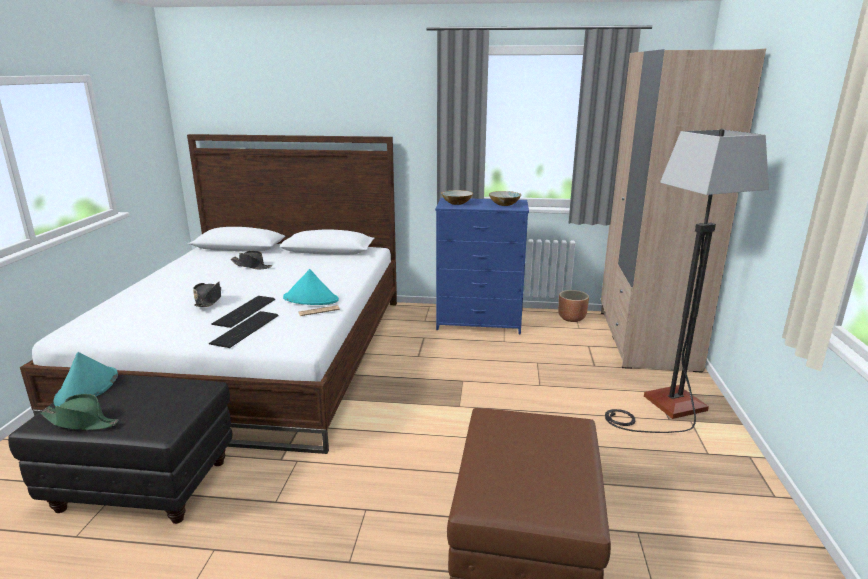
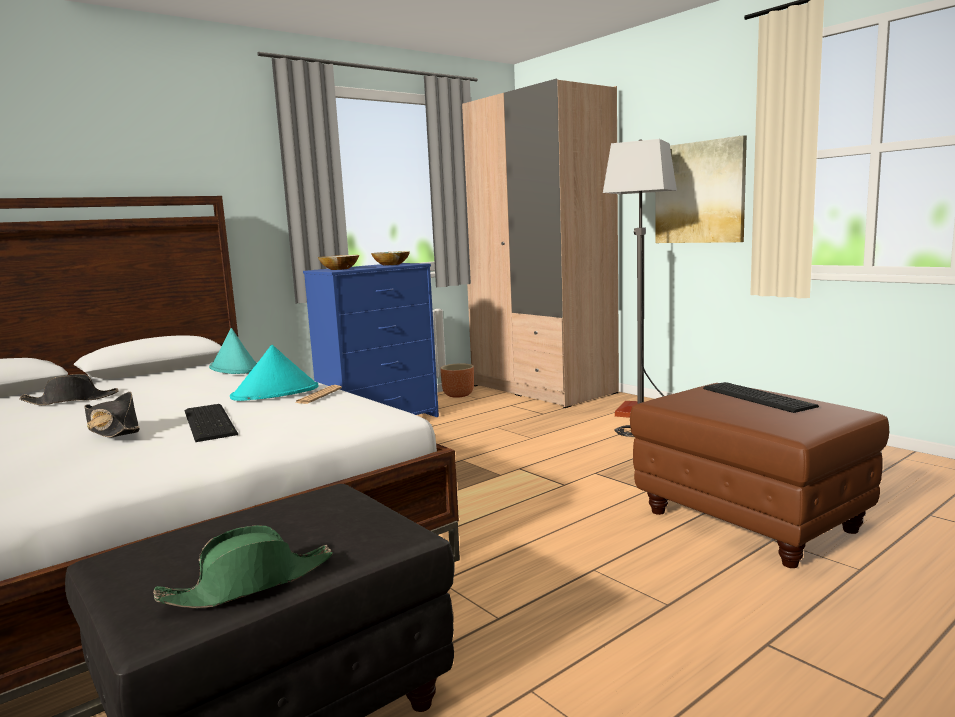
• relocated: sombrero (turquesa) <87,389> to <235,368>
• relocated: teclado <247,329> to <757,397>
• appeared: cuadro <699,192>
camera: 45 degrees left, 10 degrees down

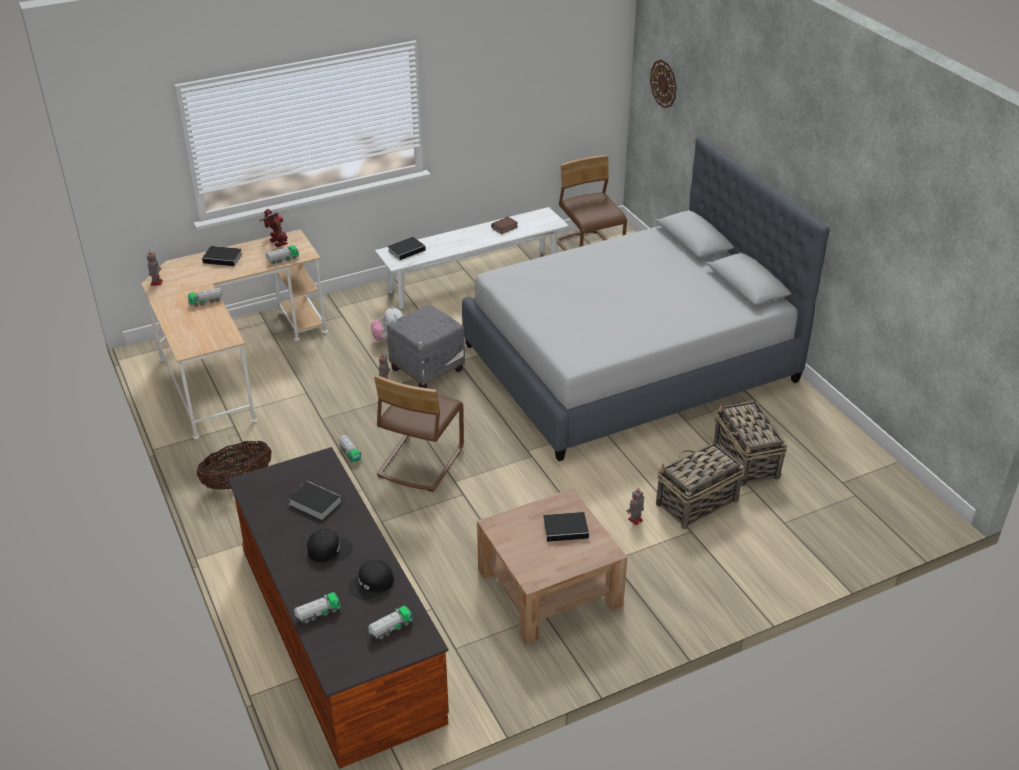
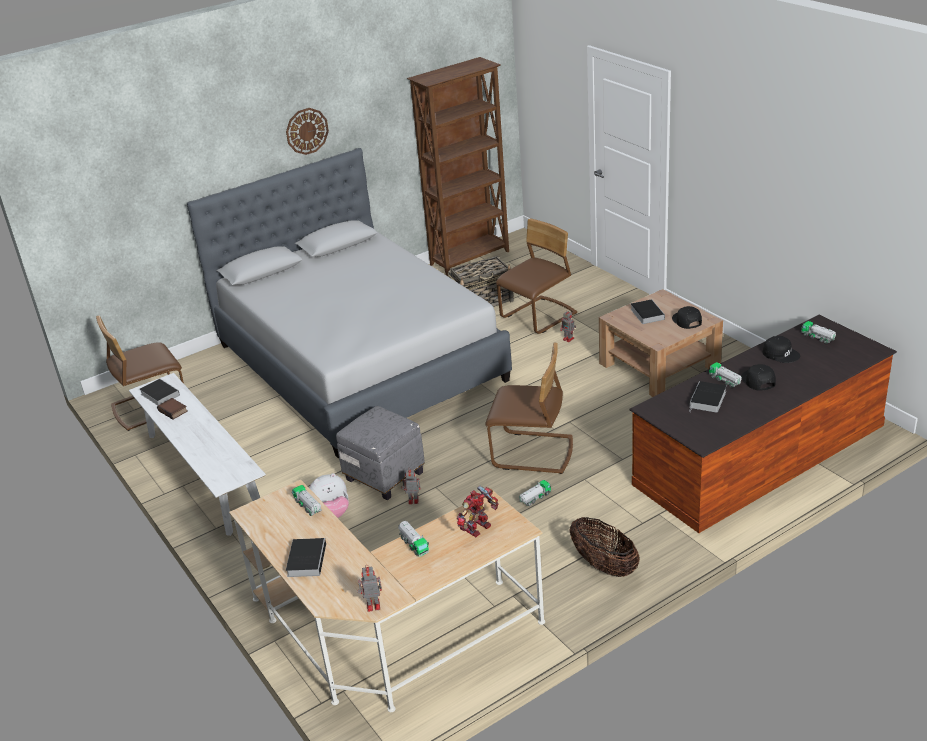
• relocated: robot de juguete <277,242> to <479,529>
• relocated: camión de juguete <318,613> to <725,381>
• relocated: libro <407,250> to <159,394>
• relocated: reloj de pared <664,83> to <307,131>
• exchanged: cesta <696,503> to silla (marrón) <539,317>
• appeared: estantería (marrón) <470,258>
• appeared: gorra (negro) <686,320>
camera: 95 degrees left, 5 degrees down

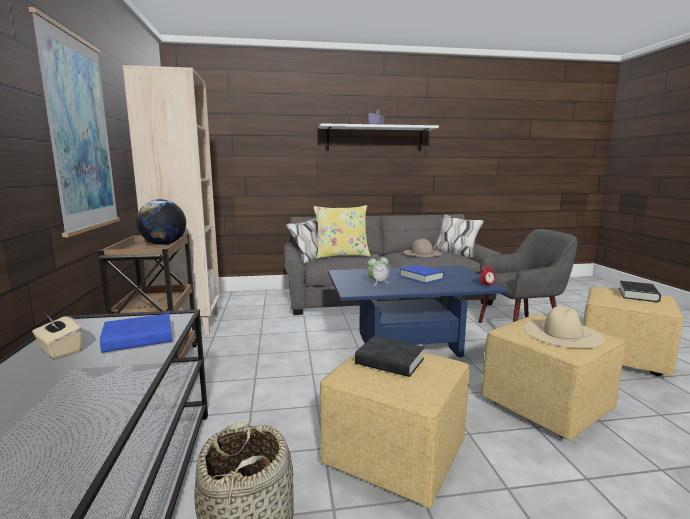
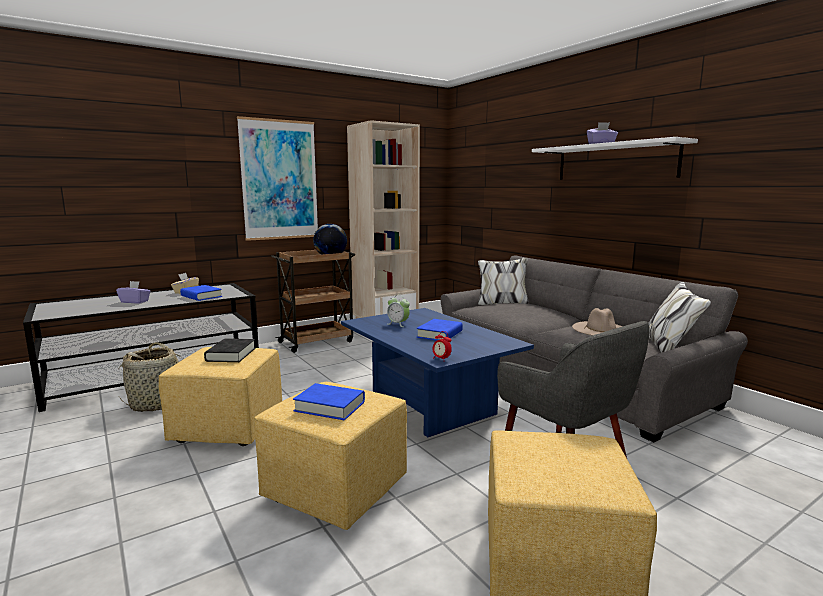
• missing: cojín (amarillo) <342,255>
• exchanged: sombrero (beis) <562,333> to libro (azul) <330,406>
• missing: libro (negro) <638,295>
• appeared: caja de pañuelos (morado) <135,301>
camera: 65 degrees right, 0 degrees up

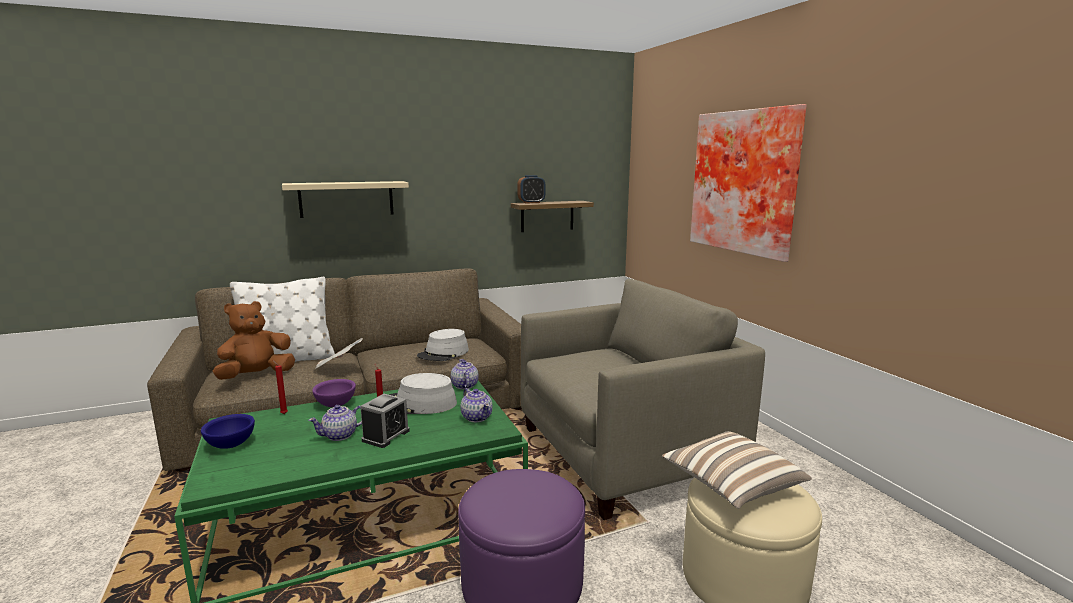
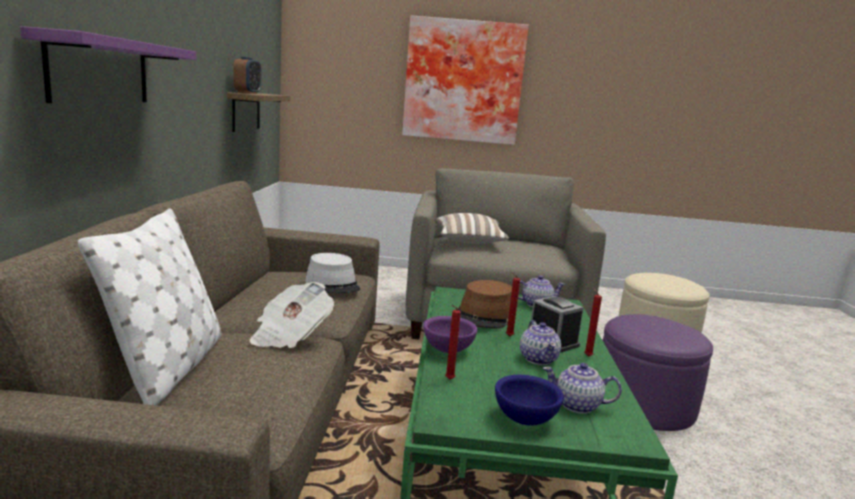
• missing: peluche (marrón) <256,376>
• colour: estante (beis) <346,199> to estante (morado) <100,71>
• colour: sombrero (gris) <419,404> to sombrero (marrón) <484,316>
• relocated: tetera <464,386> to <578,405>
• relocated: cojín <731,485> to <469,242>
• appeared: vela (rojo) <586,356>
camera: 65 degrees left, 0 degrees up

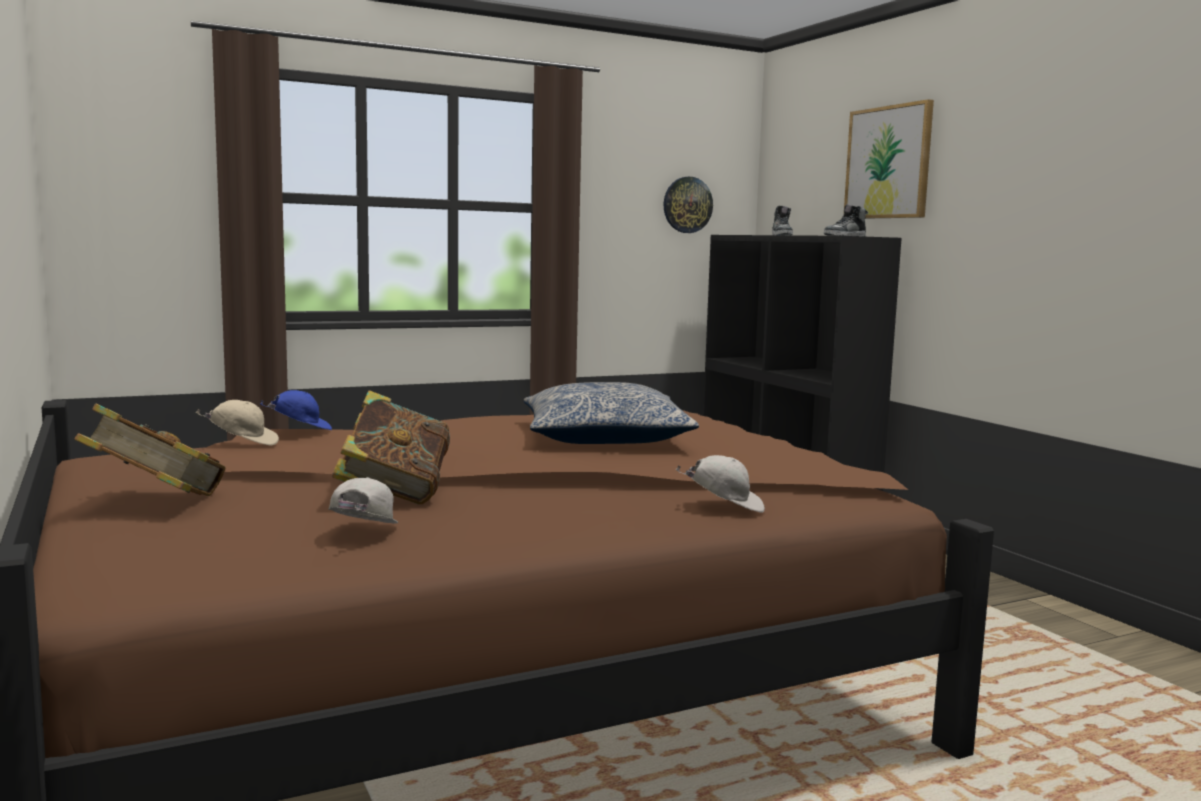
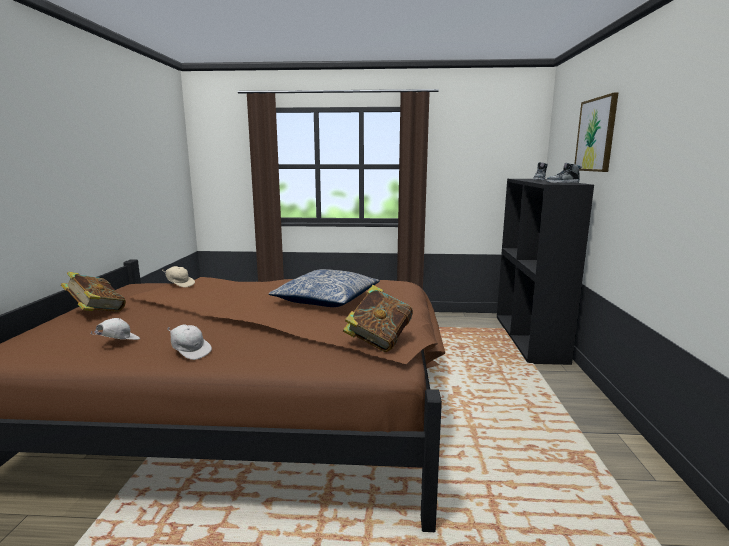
• missing: gorra (azul) <300,429>
• relocated: libro <394,494> to <378,341>
• missing: reloj de pared <687,205>
• relocated: gorra (blanco) <725,506> to <190,352>
camera: 30 degrees right, 5 degrees up

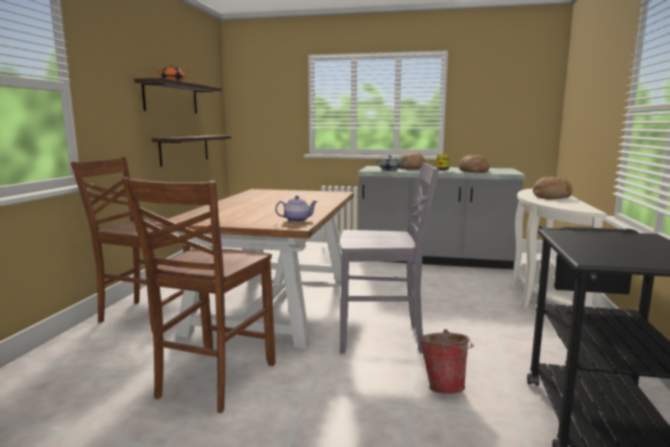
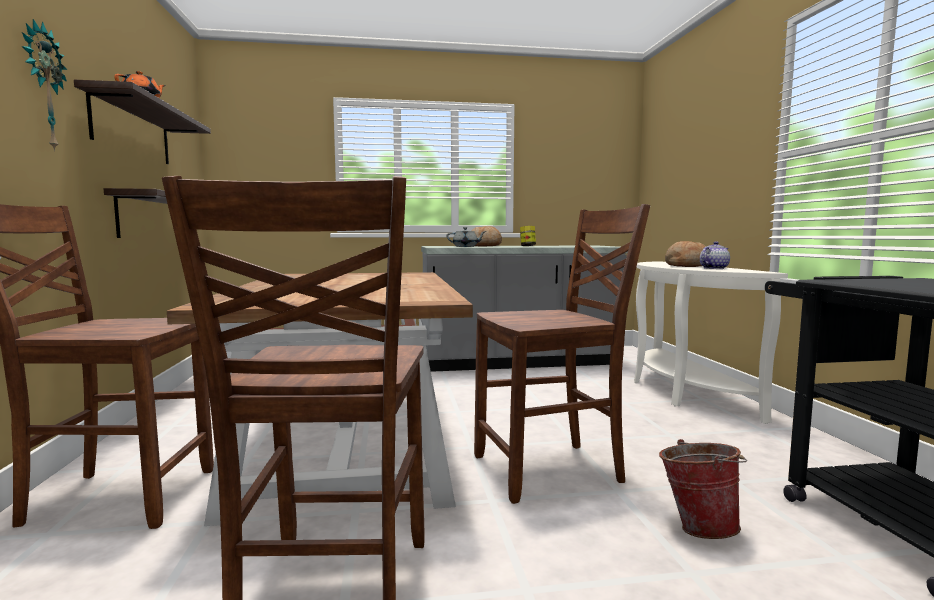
• relocated: tetera <297,220> to <713,268>
• colour: silla (gris) <382,338> to silla (marrón) <550,470>
• missing: pan <473,171>
• appeared: reloj de pared <42,87>
camera: 20 degrees left, 5 degrees down

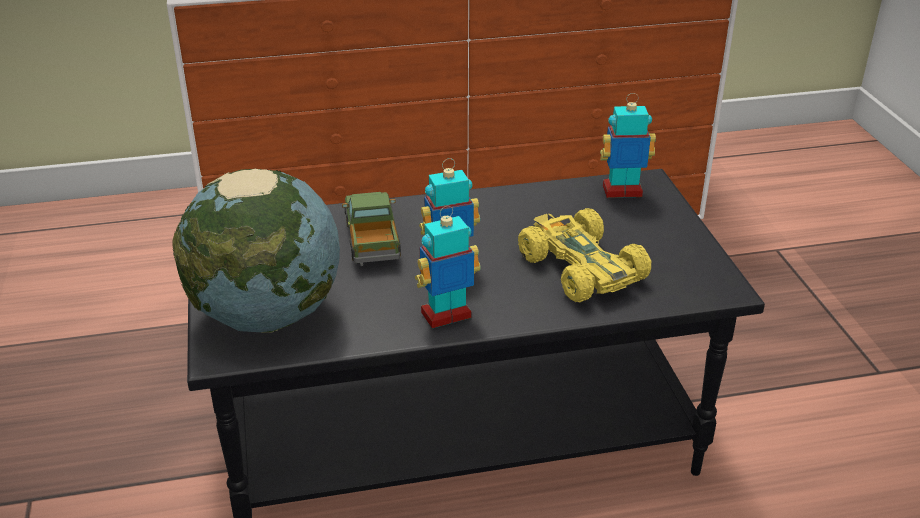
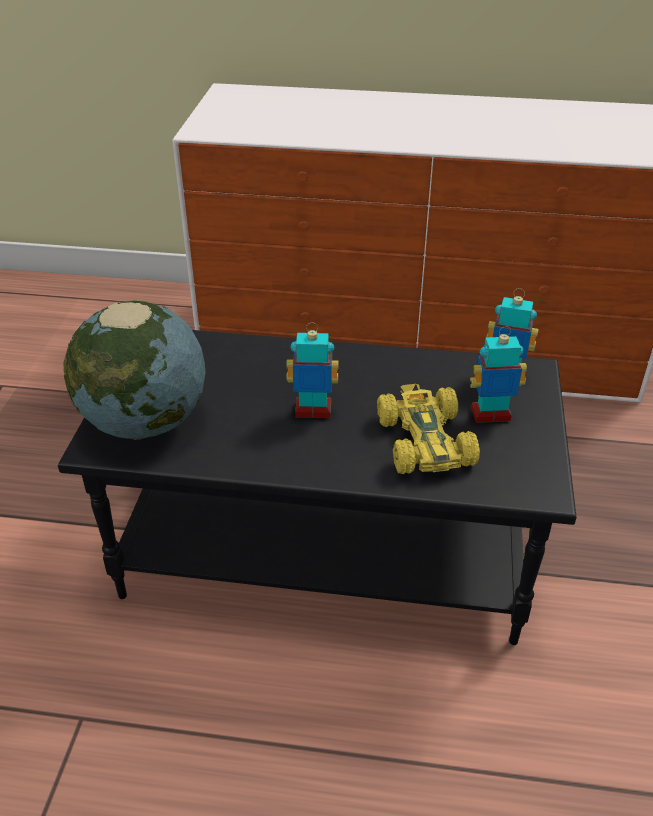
• missing: camión de juguete <372,241>
• relocated: robot de juguete <446,316> to <491,415>
camera: 20 degrees right, 5 degrees up

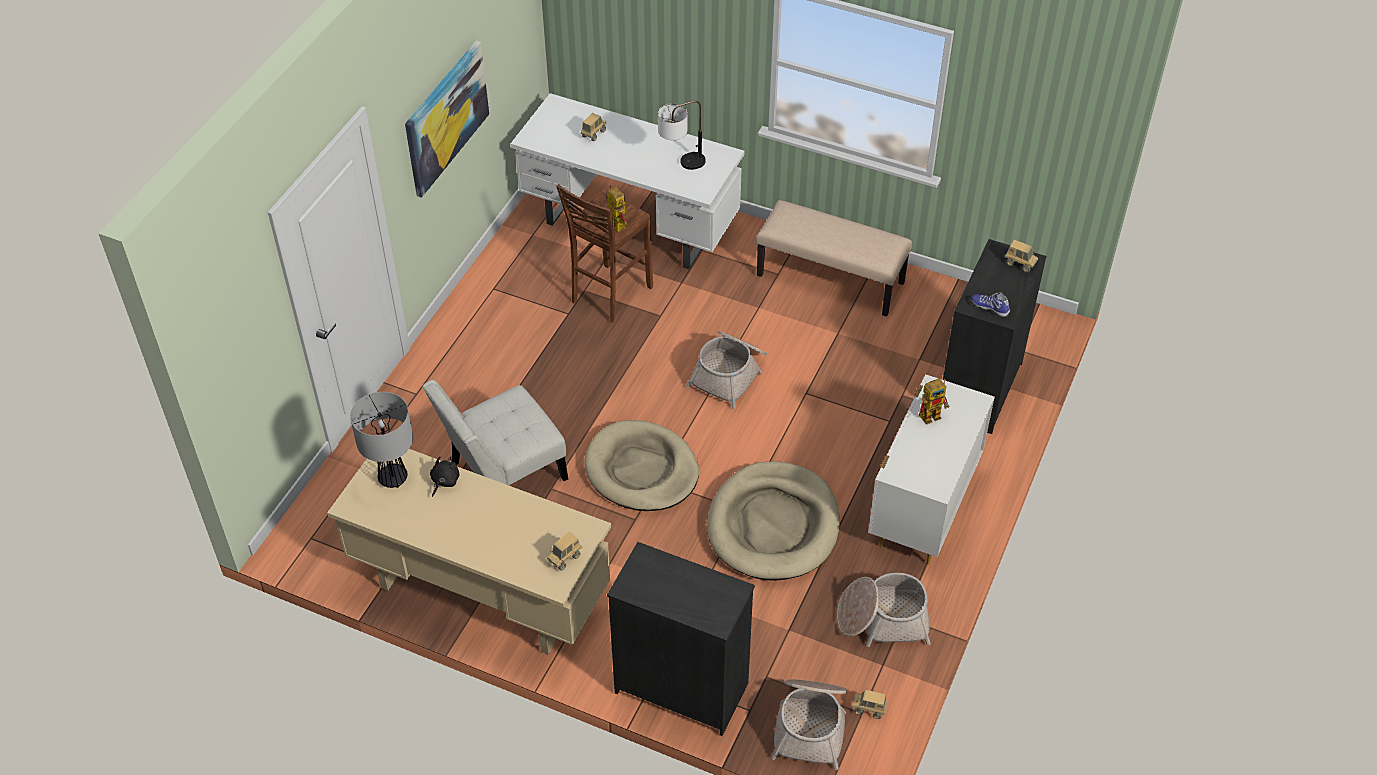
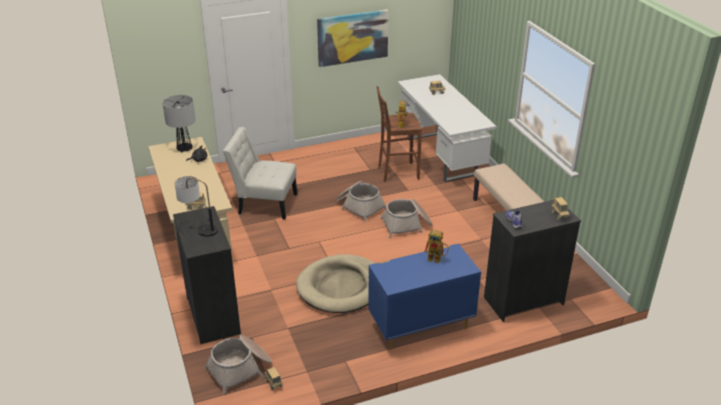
• missing: cama para perro (beis) <641,470>
• relocated: lámpara de mesa <681,165> to <199,229>
• relocated: cesta <883,619> to <359,206>
• colour: cómoda (blanco) <922,509> to cómoda (azul) <420,327>
camera: 45 degrees right, 15 degrees down

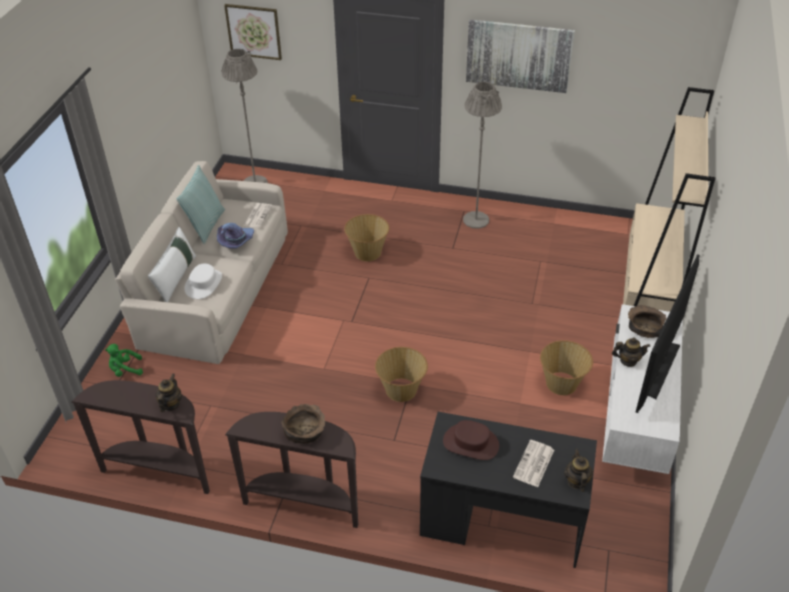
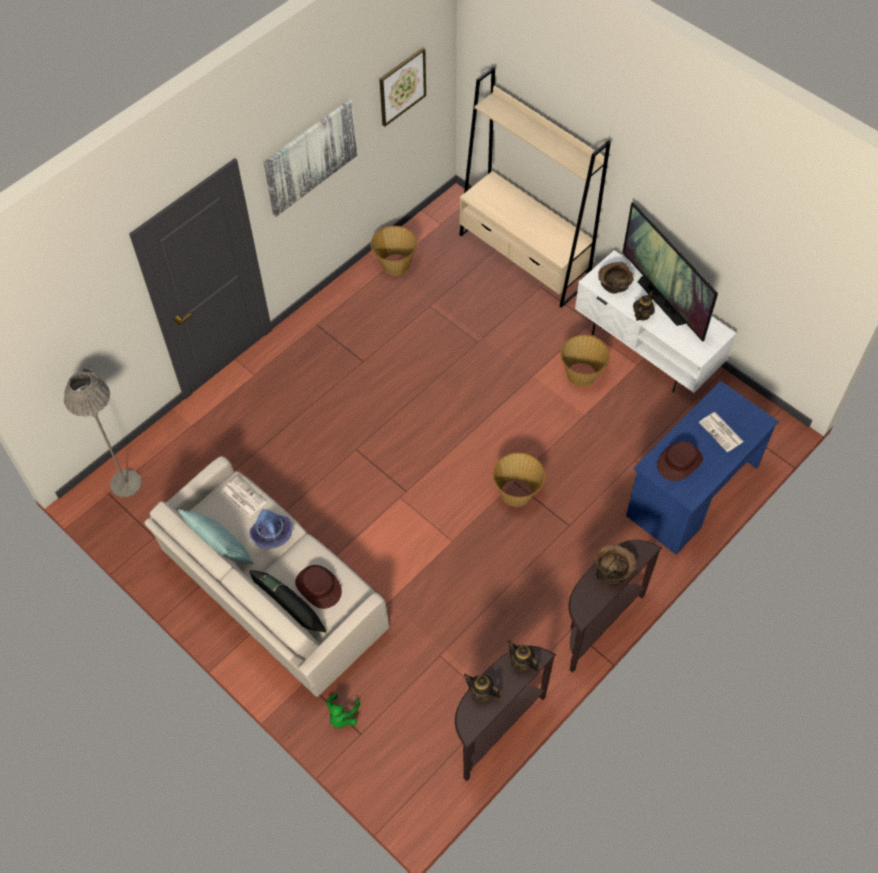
• colour: cojín (blanco) <176,278> to cojín (negro) <290,610>
• colour: sombrero (blanco) <204,284> to sombrero (marrón) <318,587>
• relocated: cuadro <254,31> to <402,86>
• relocated: cesta <367,252> to <395,264>
• colour: escritorio (negro) <501,521> to escritorio (azul) <692,491>
• missing: lámpara de pie (gris) <476,220>
• relocated: tetera <576,481> to <481,693>
camera: 60 degrees left, 15 degrees up

